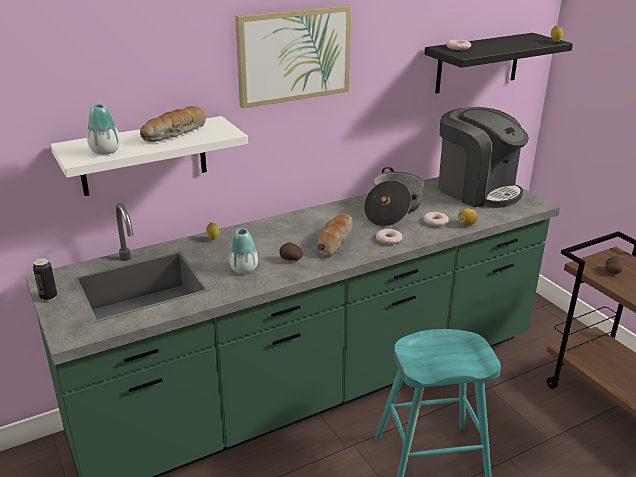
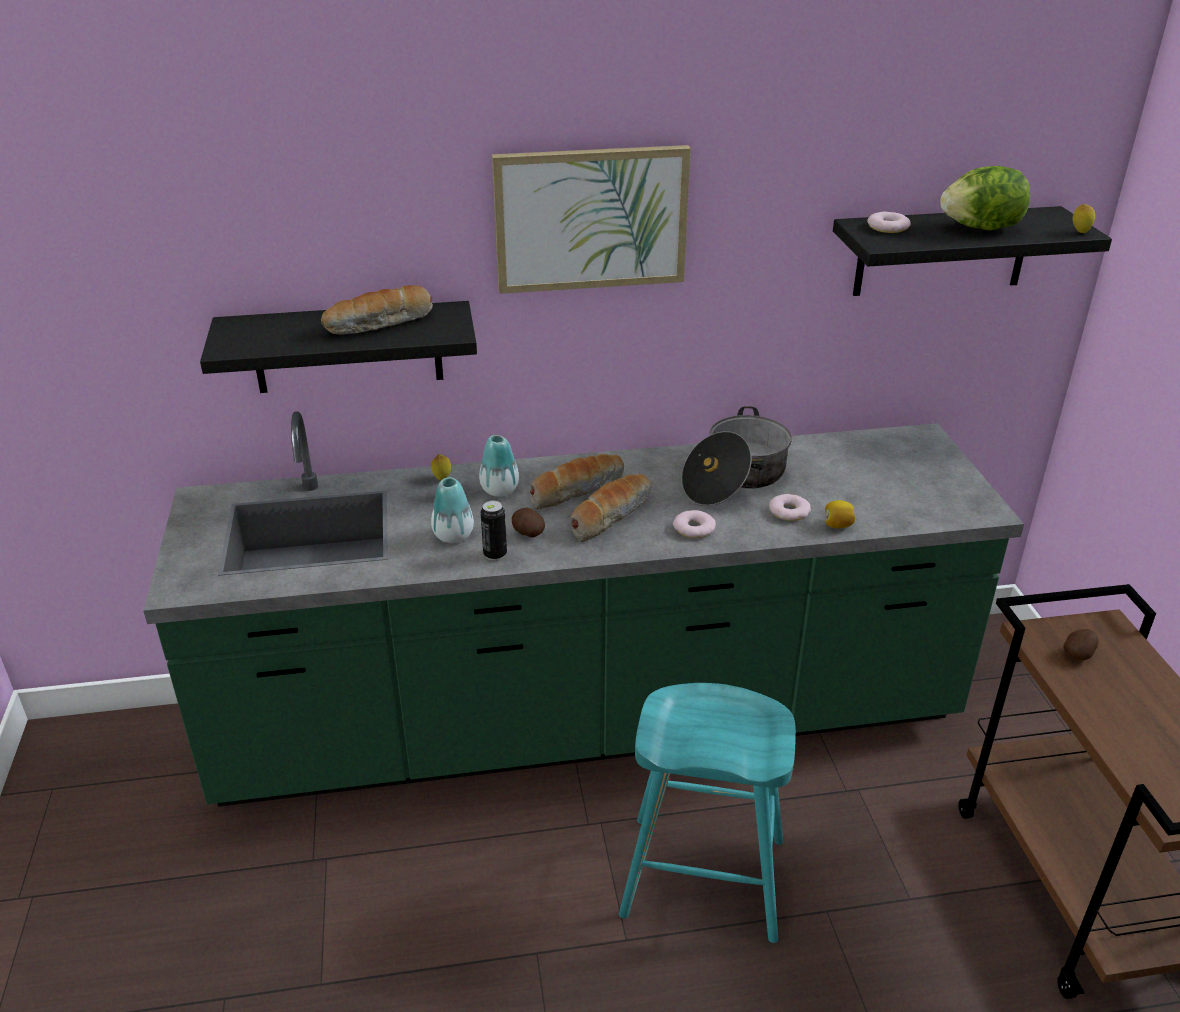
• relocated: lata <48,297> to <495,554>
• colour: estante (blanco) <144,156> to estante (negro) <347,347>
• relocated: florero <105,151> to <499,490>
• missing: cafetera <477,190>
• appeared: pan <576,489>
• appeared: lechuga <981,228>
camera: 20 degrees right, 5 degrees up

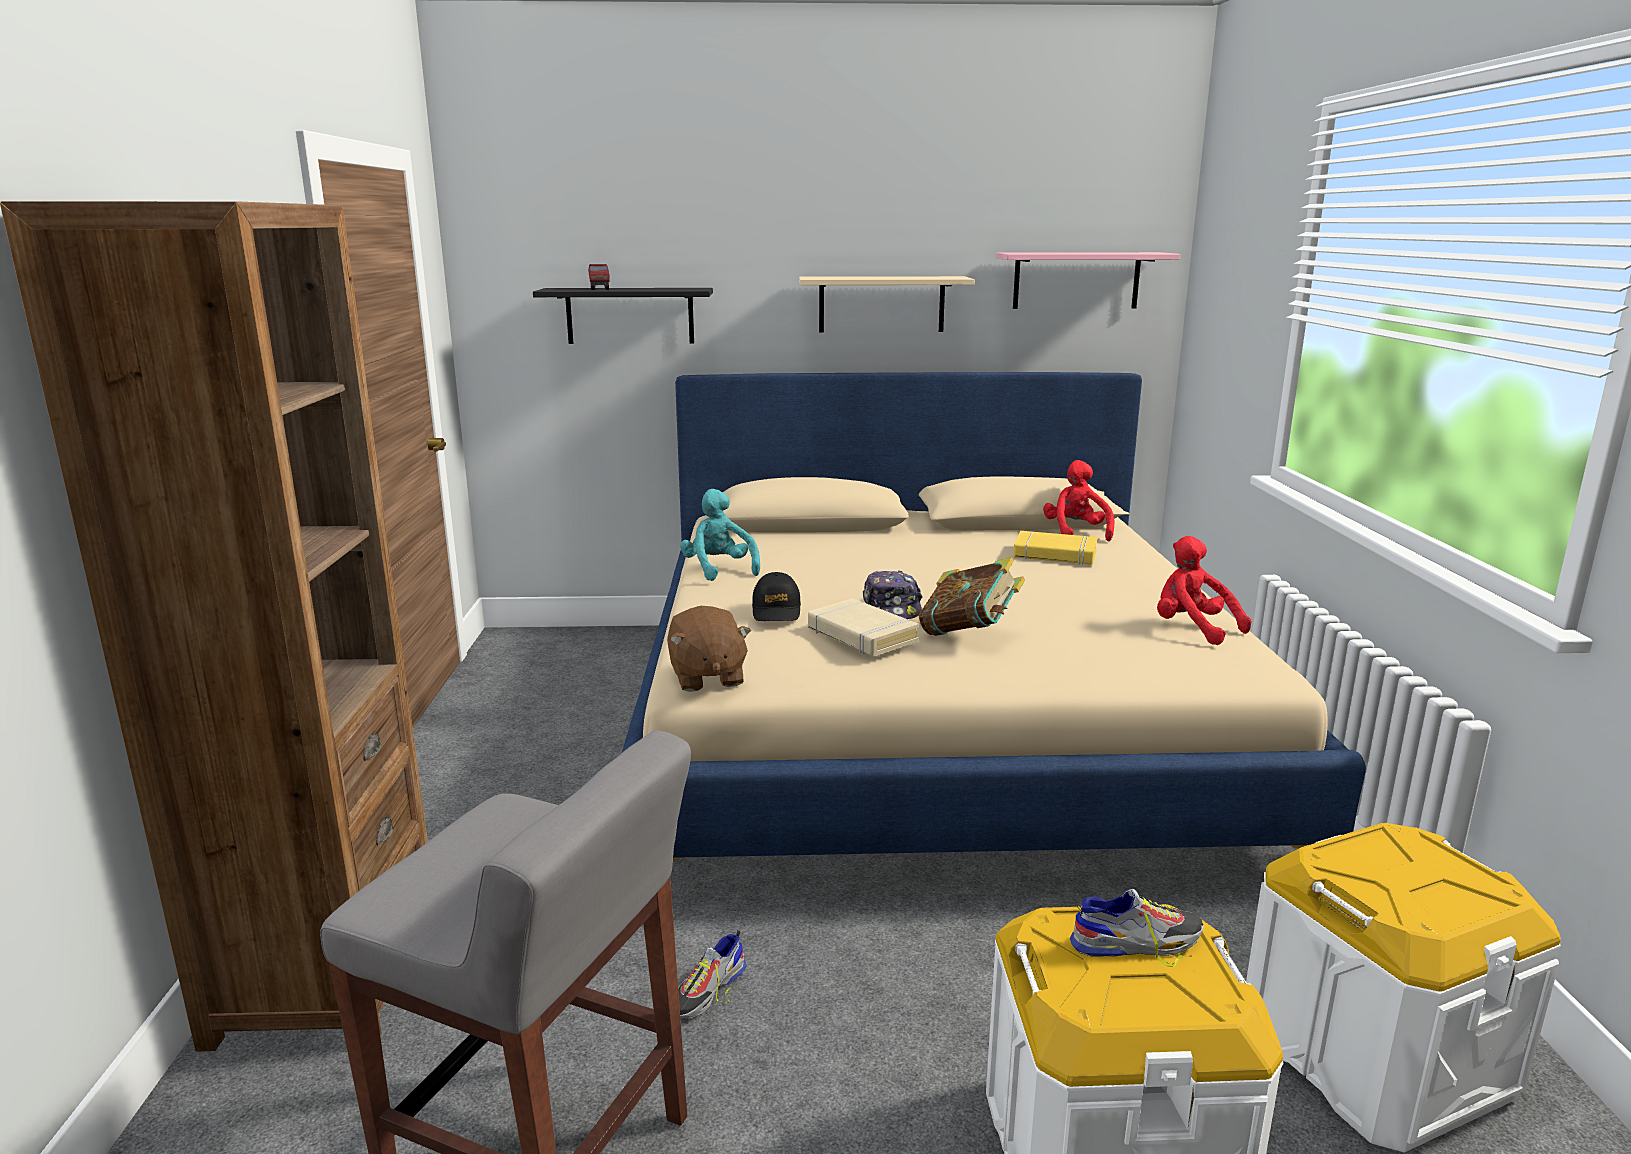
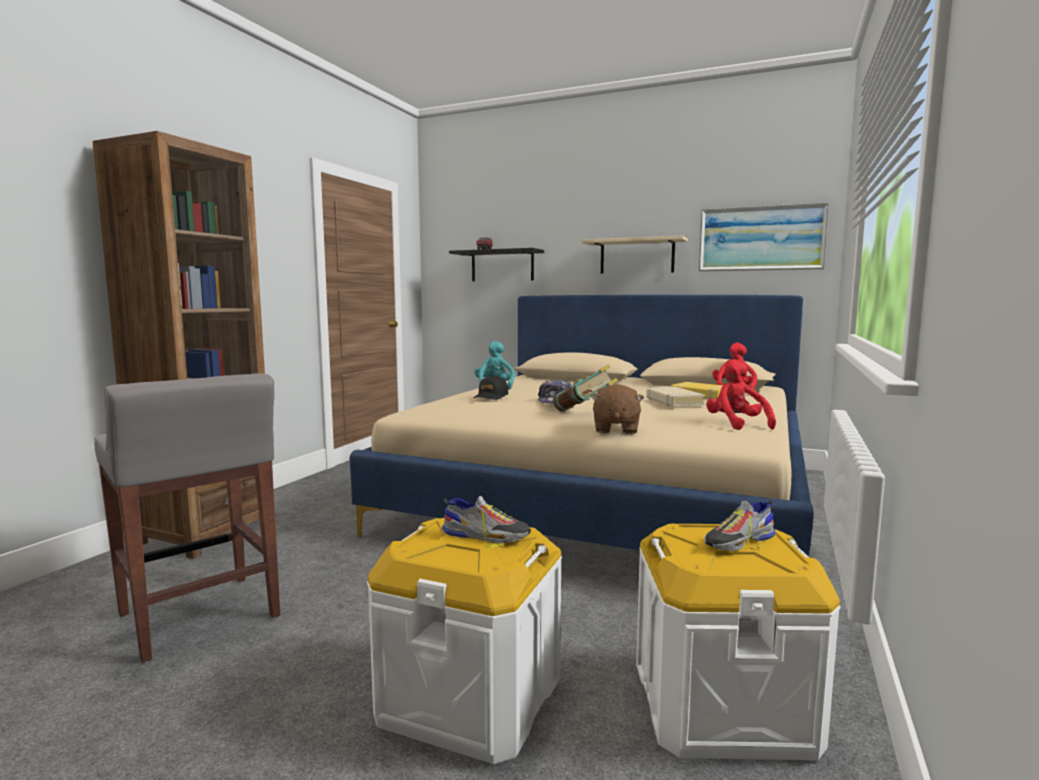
• relocated: peluche (marrón) <706,677> to <615,429>
• relocated: zapato <707,991> to <739,541>
• relocated: libro (beis) <861,635> to <673,401>
• exchanged: estante (rosa) <1076,280> to cuadro <761,238>
camera: 25 degrees right, 10 degrees down

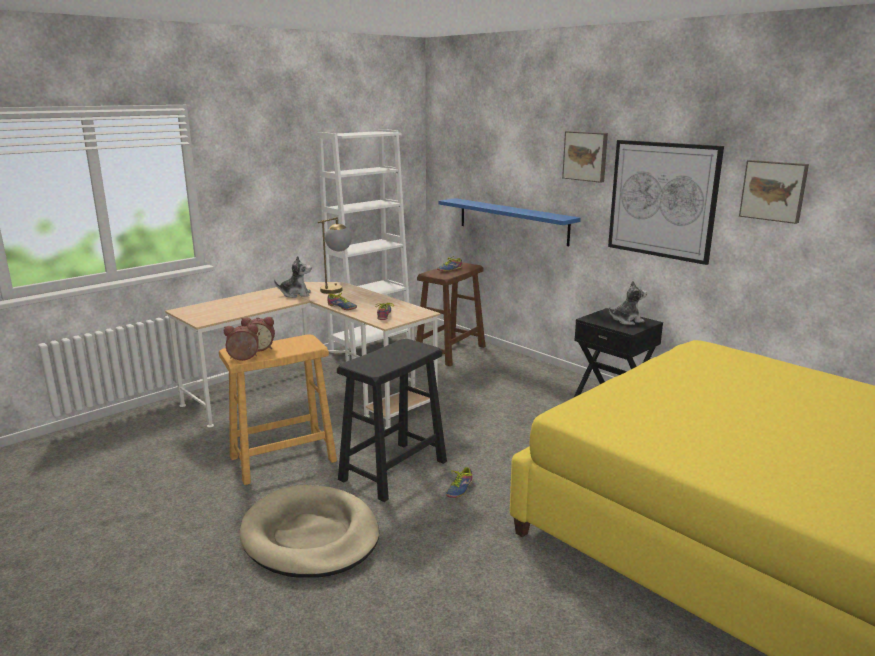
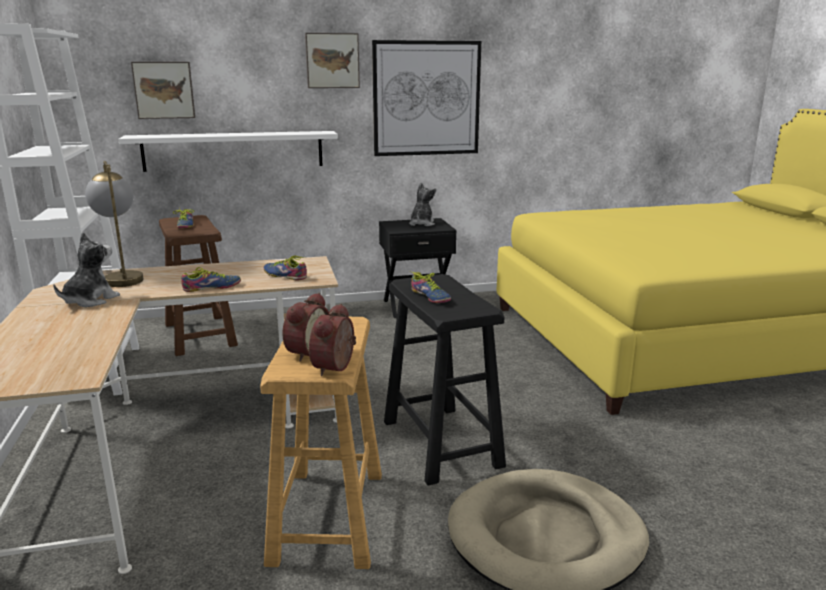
• colour: estante (azul) <512,221> to estante (blanco) <234,151>
• relocated: zapato <458,488> to <429,297>
• relocated: cuadro <774,191> to <164,90>
camera: 60 degrees left, 0 degrees up

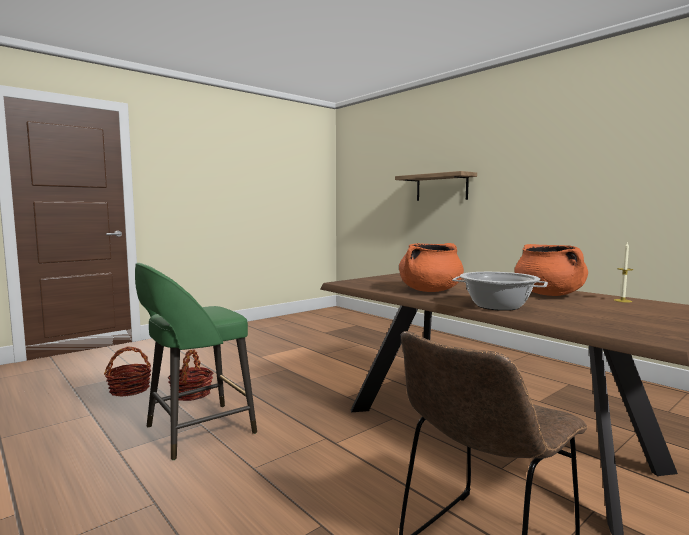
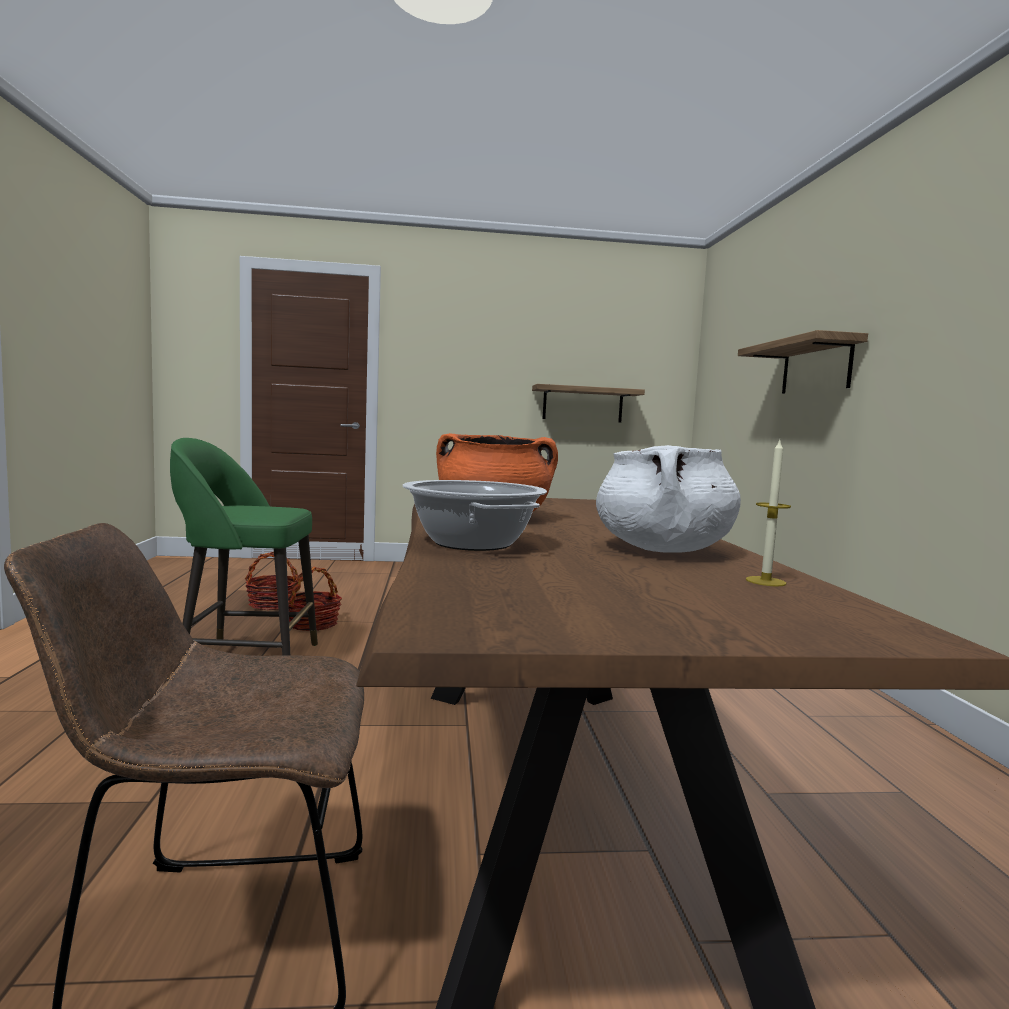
• colour: olla (naranja) <549,294> to olla (blanco) <663,550>
• appeared: estante <582,404>
camera: 35 degrees right, 0 degrees up

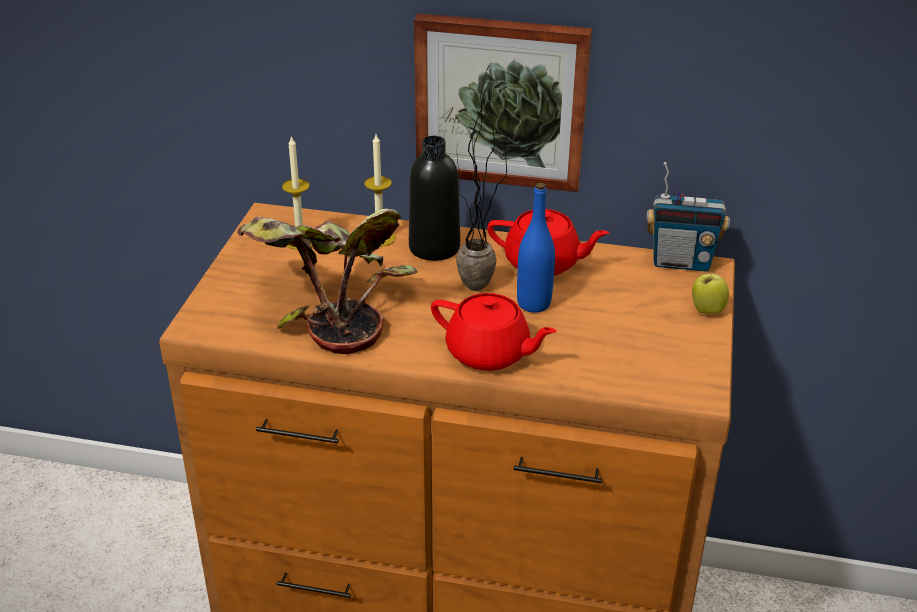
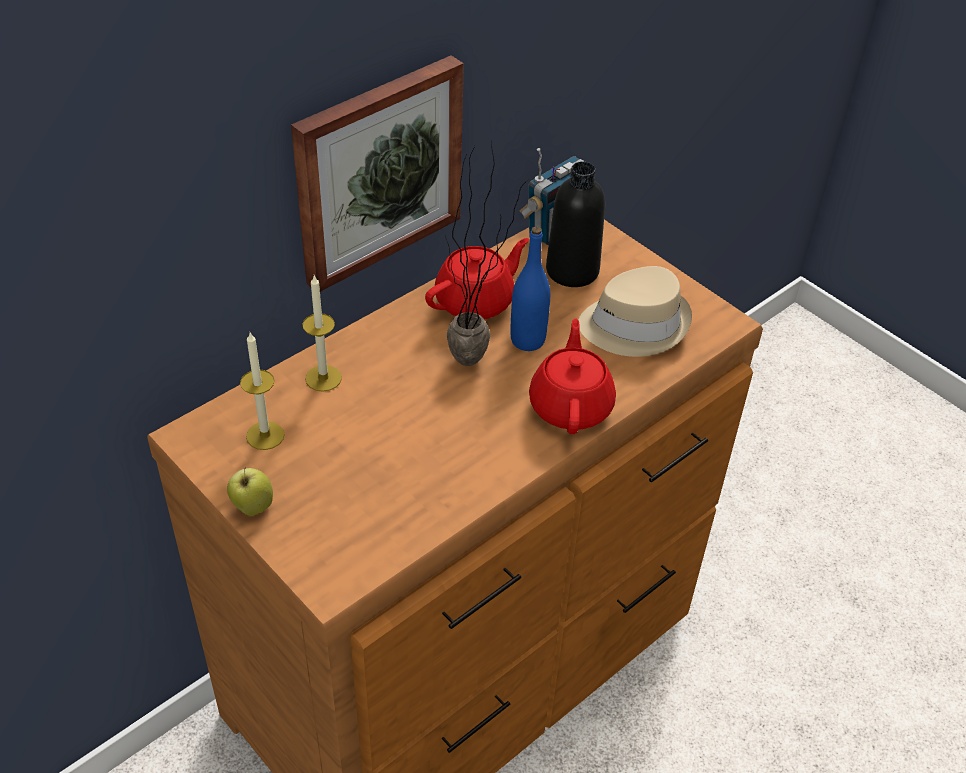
• missing: planta en maceta <327,307>
• relocated: botella (negro) <434,247> to <572,271>
• spun: tetera (rojo) <489,353> = <571,405> 60 degrees counterclockwise
• relocated: manzana <706,310> to <252,506>
• appeared: sombrero (beis) <634,324>
camera: 55 degrees left, 10 degrees up

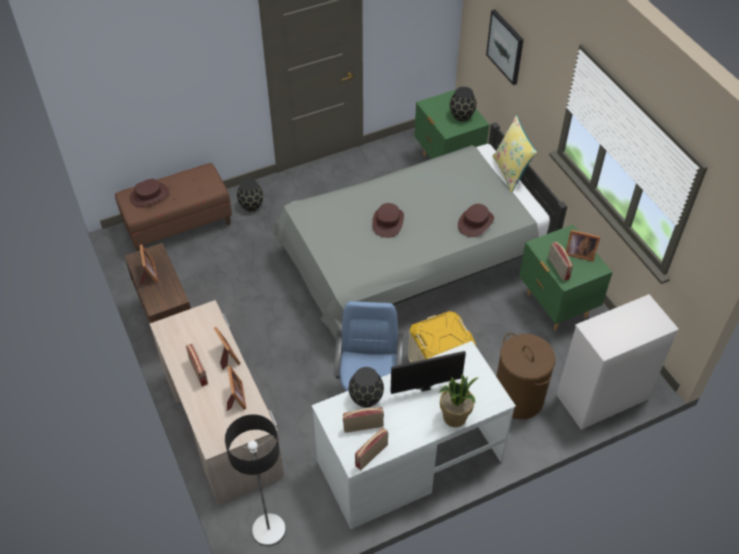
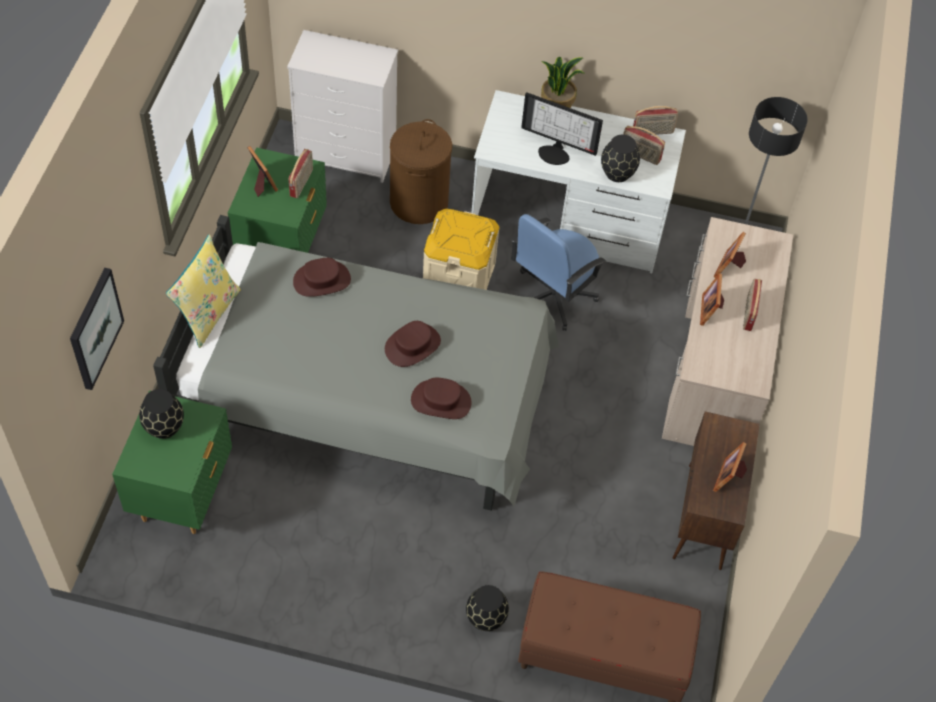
• relocated: sombrero (marrón) <149,196> to <441,401>
camera: 145 degrees left, 5 degrees up

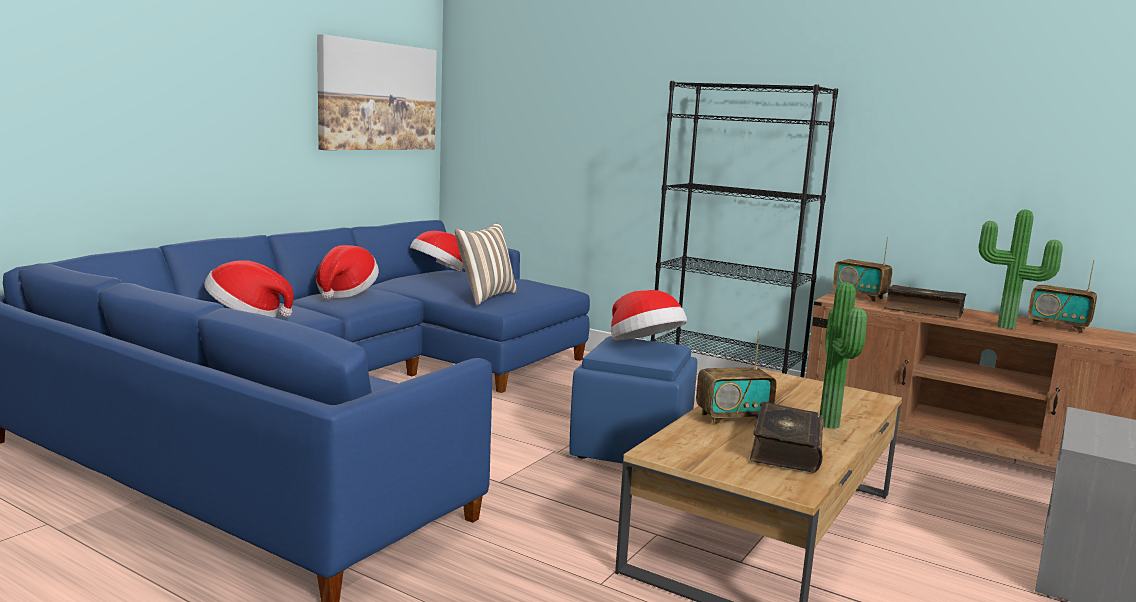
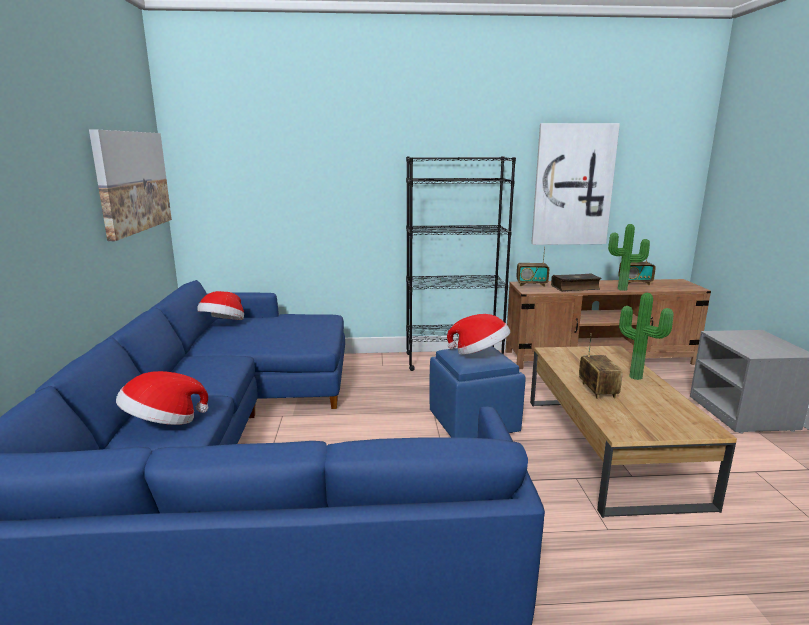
• missing: sombrero <345,293>
• missing: cojín <485,296>
• spun: radio <732,418> = <597,390> 45 degrees counterclockwise
• missing: libro <784,450>
• appeared: cuadro <572,185>
camera: 35 degrees left, 5 degrees up

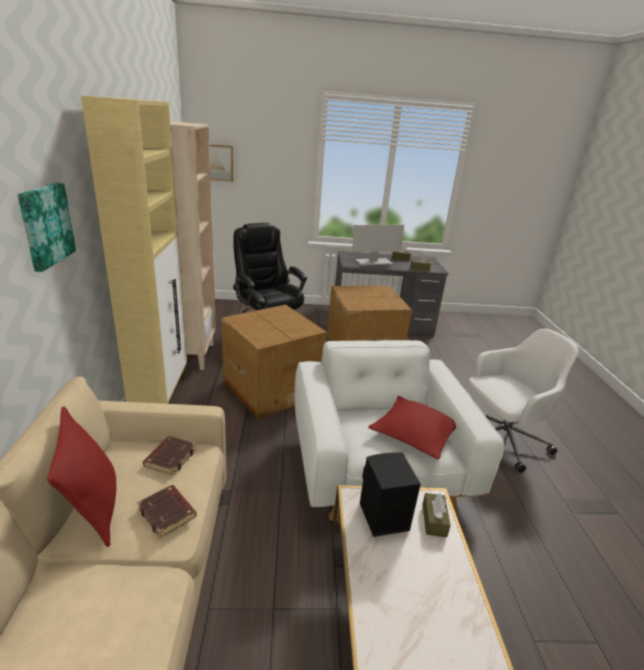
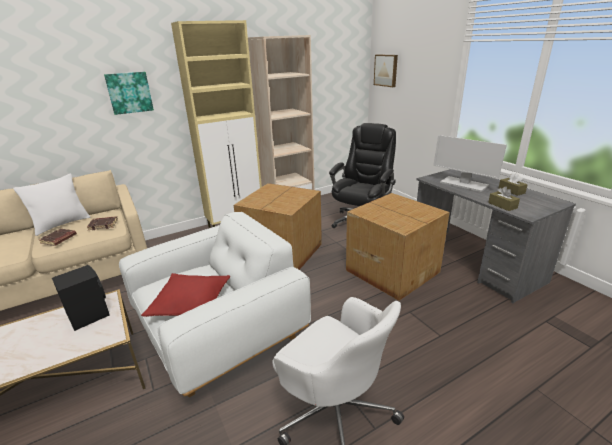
• colour: cojín (rojo) <95,508> to cojín (blanco) <62,224>
• missing: caja de pañuelos (marrón) <434,520>
camera: 65 degrees right, 0 degrees up

